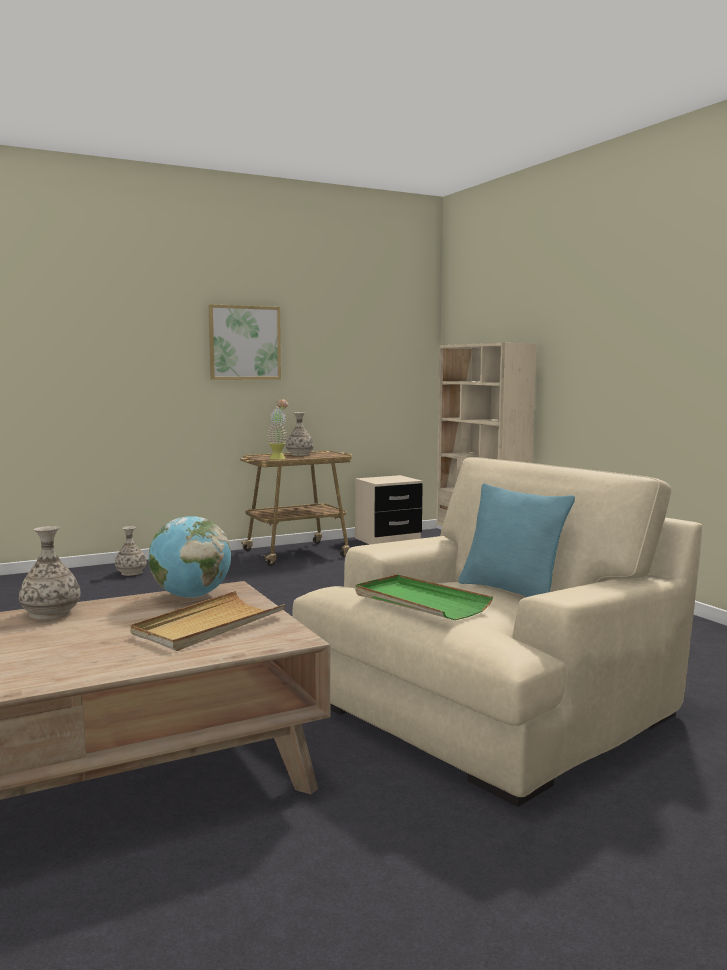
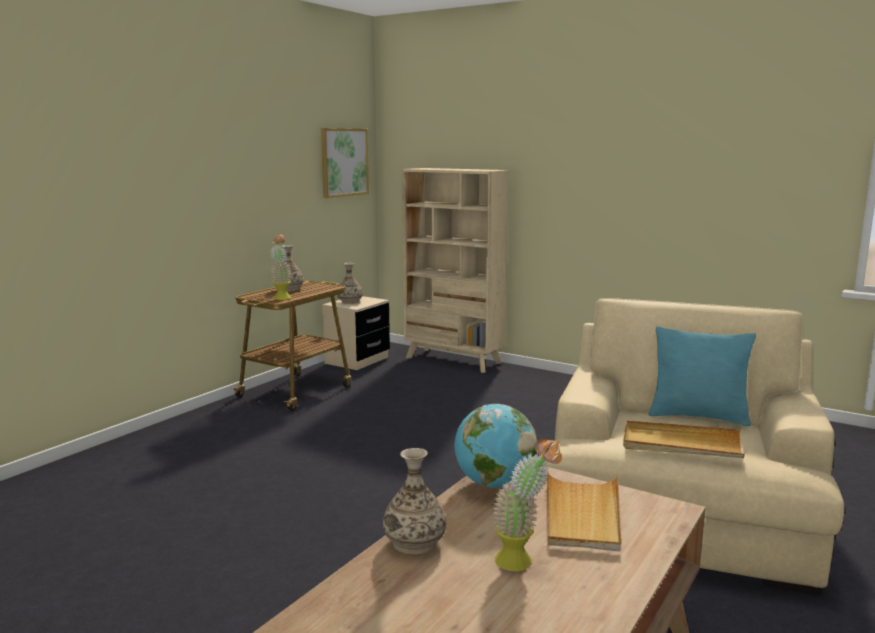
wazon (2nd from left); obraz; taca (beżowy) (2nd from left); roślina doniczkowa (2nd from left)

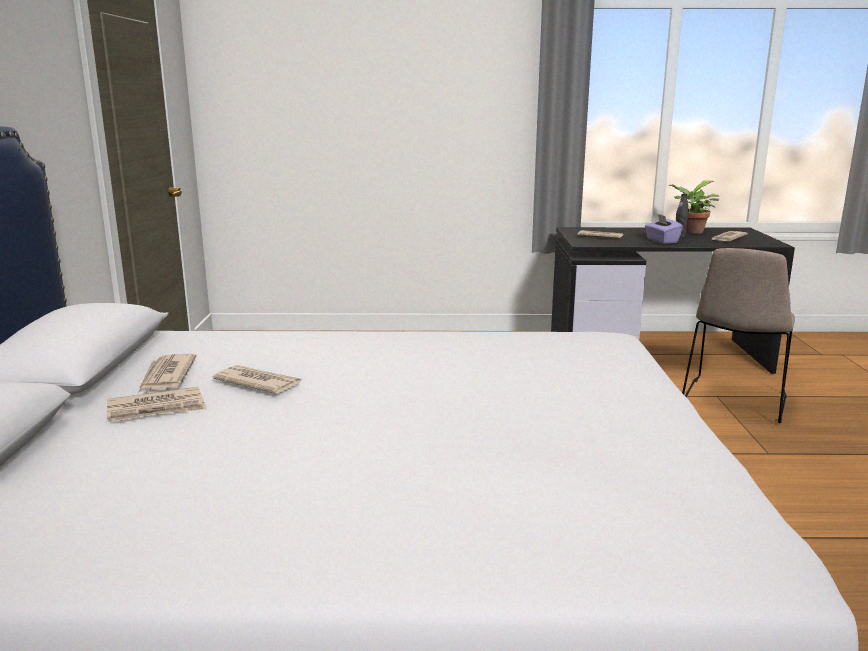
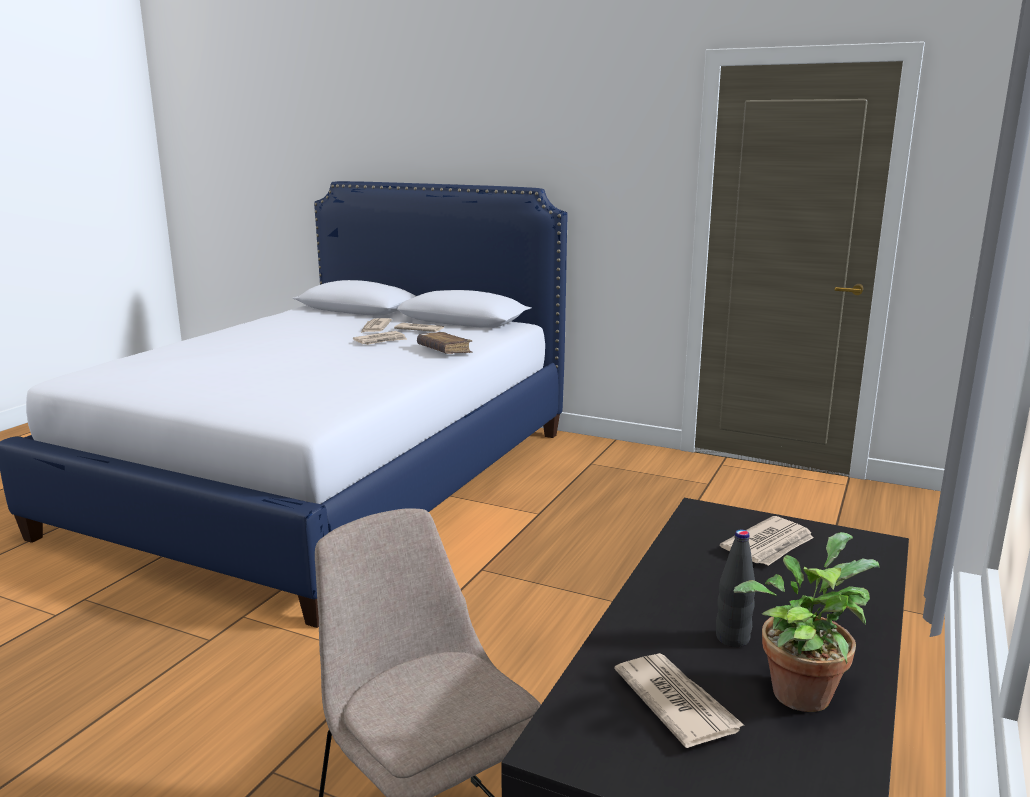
pudełko chusteczek (fioletowy); książka (brązowy)

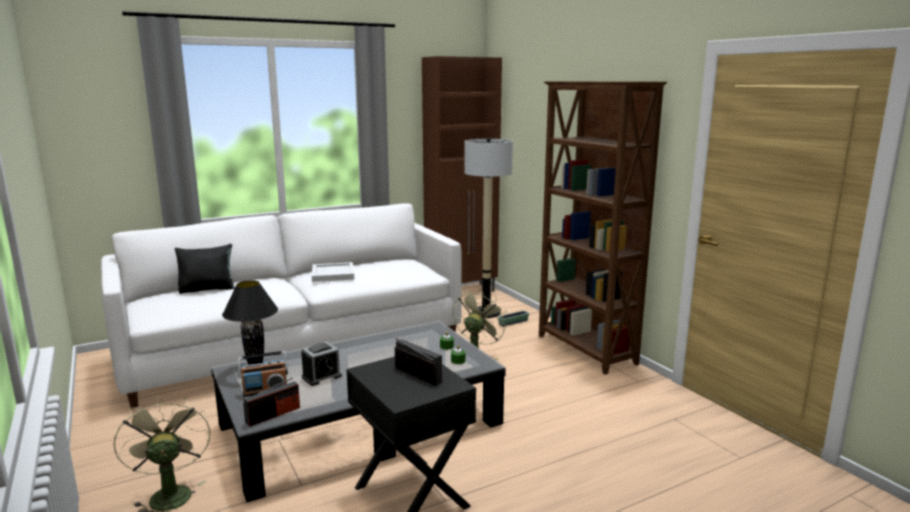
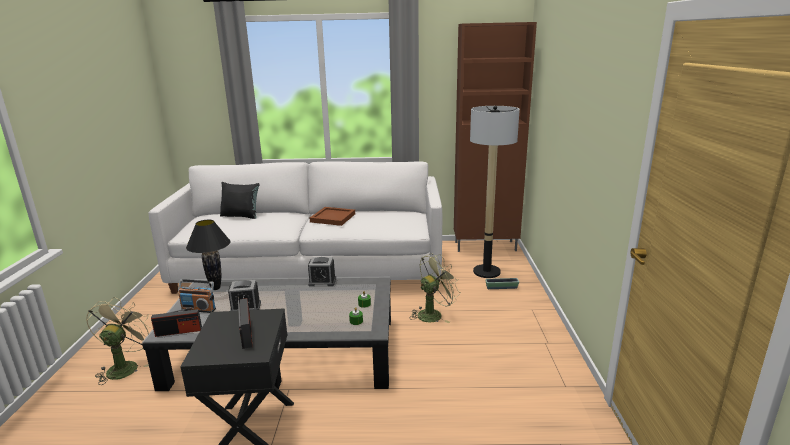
taca (brązowy); regał (brązowy); budzik (2nd from left)

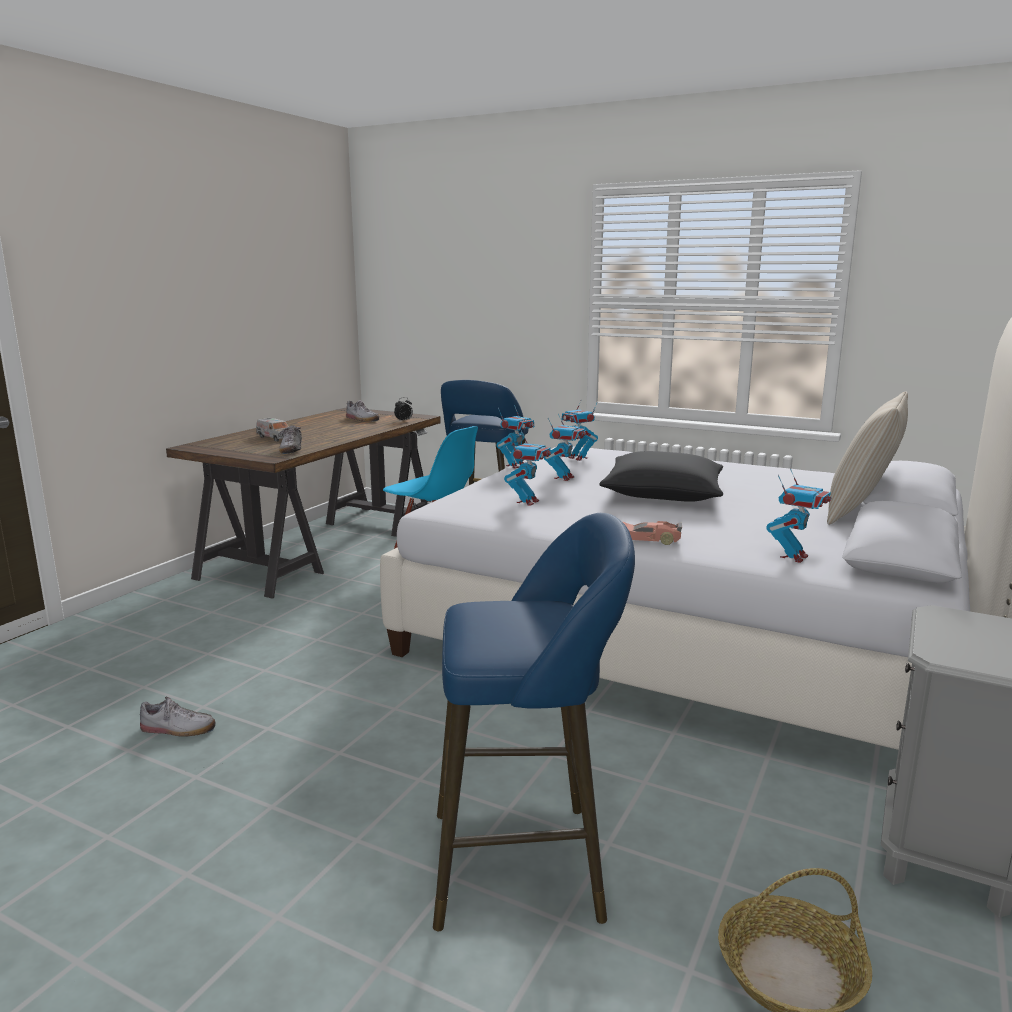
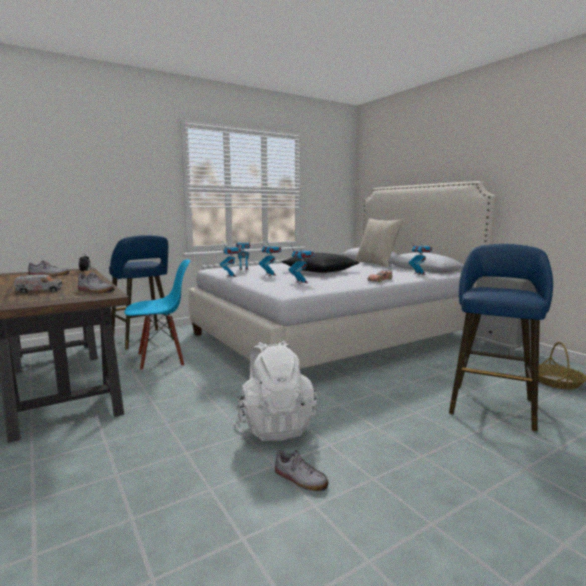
but (3rd from left); plecak (biały)

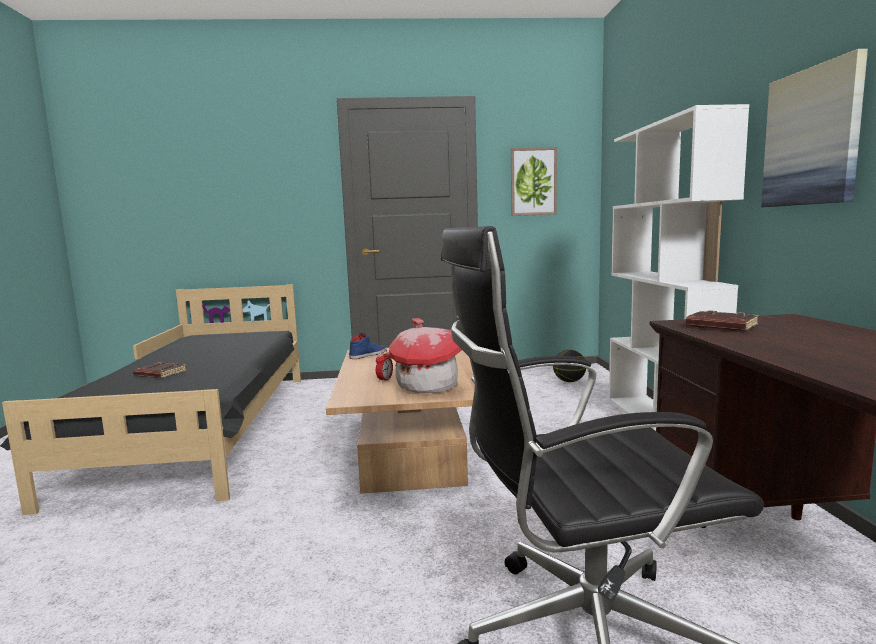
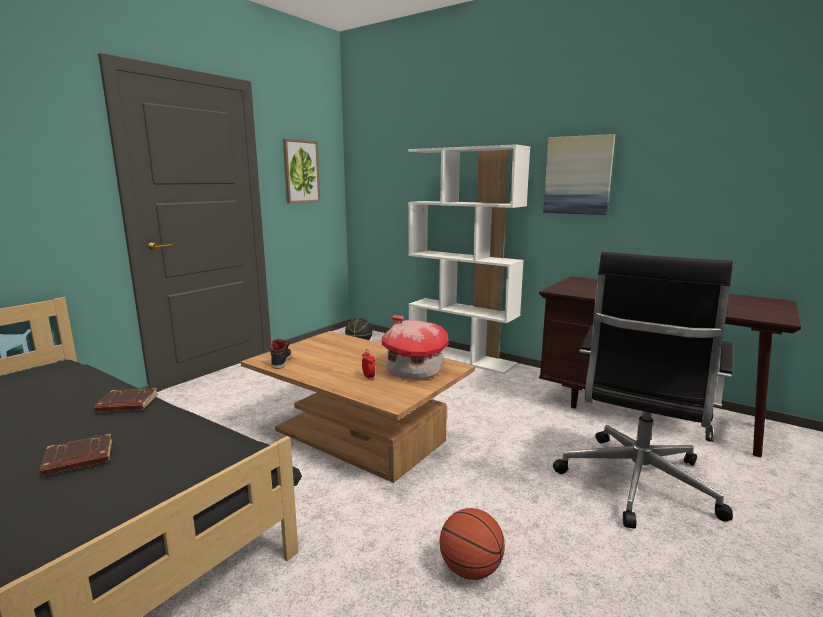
but (czarny); książka (brązowy) (2nd from left); piłka do koszykówki (2nd from left)

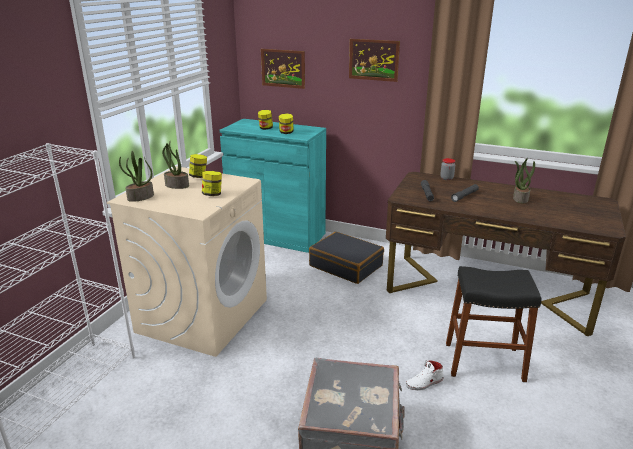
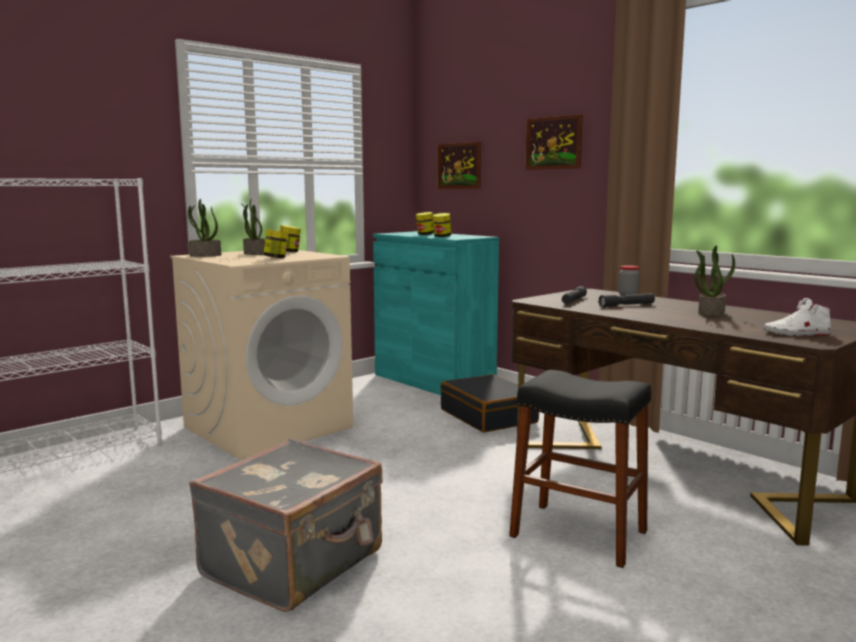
but (biały)

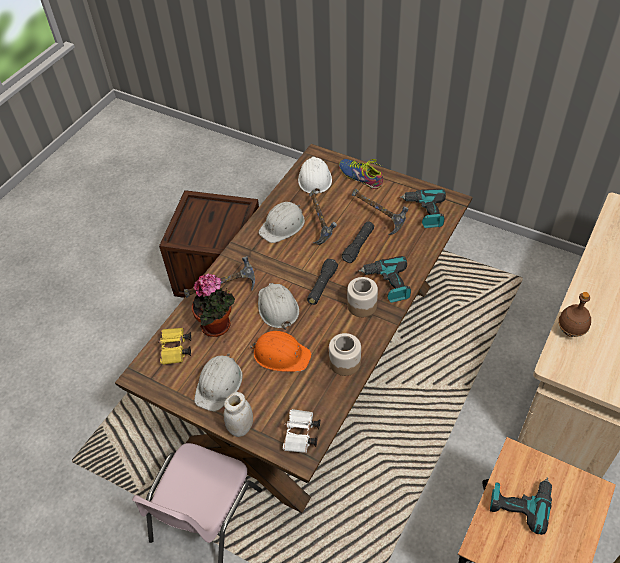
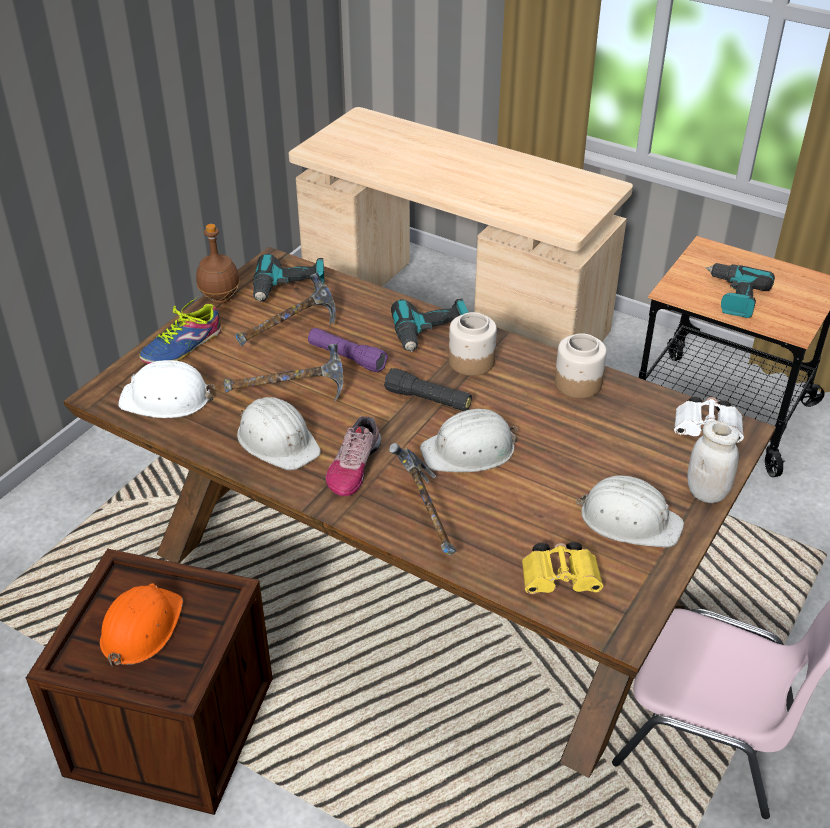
roślina doniczkowa; kask (pomarańczowy); latarka (fioletowy); butelka (brązowy); but (2nd from left)

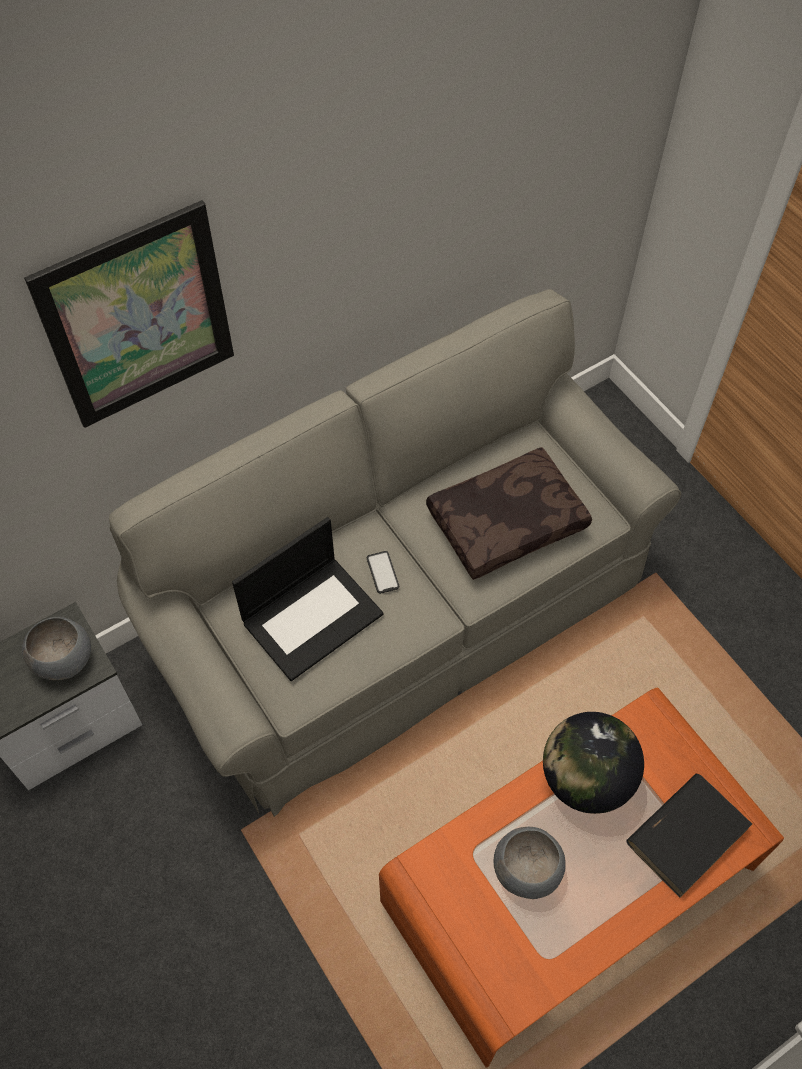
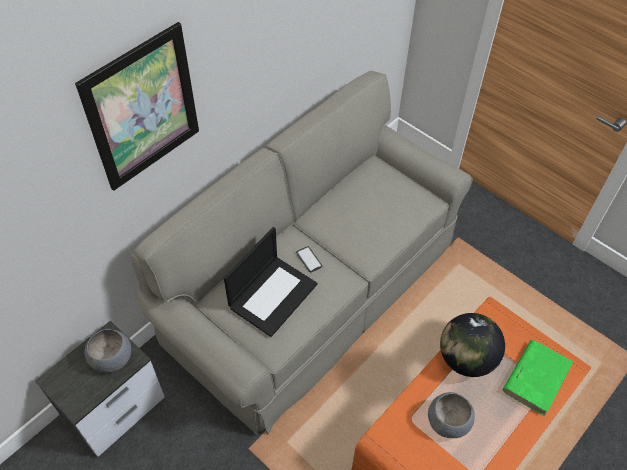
poduszka (brązowy); książka (zielony)

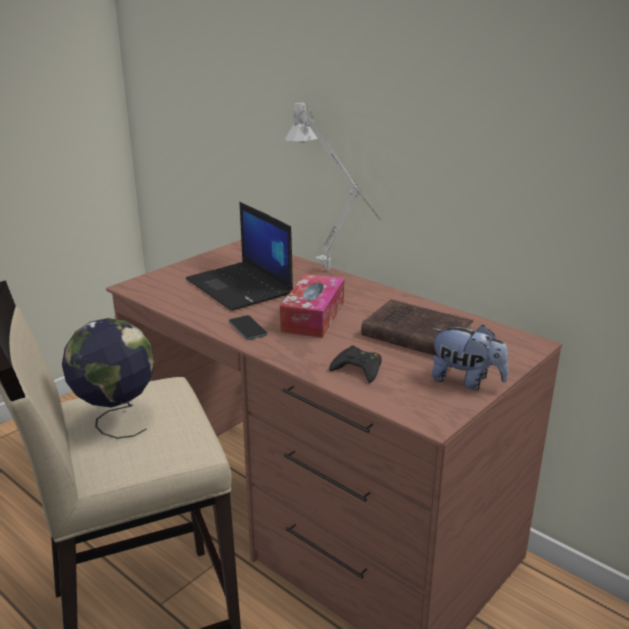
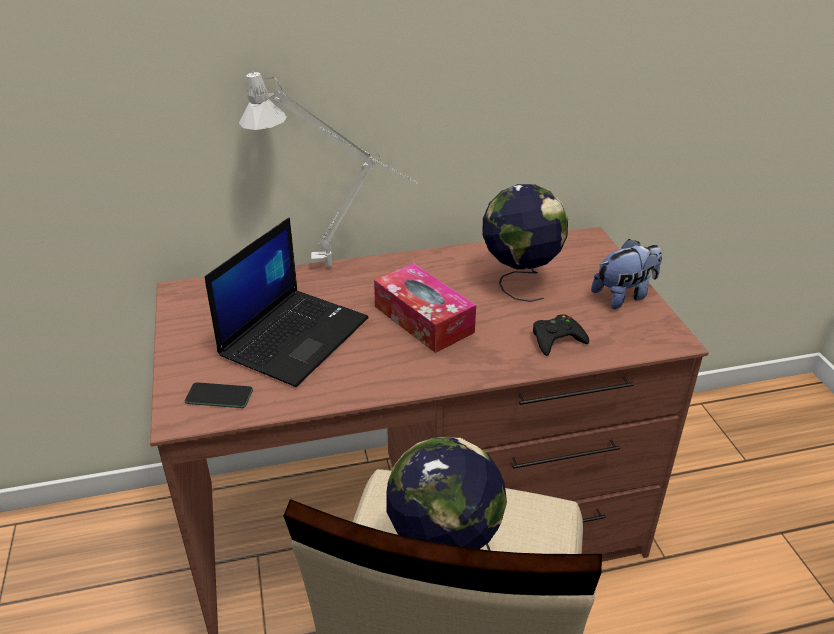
laptop; telefon; globus (2nd from left)

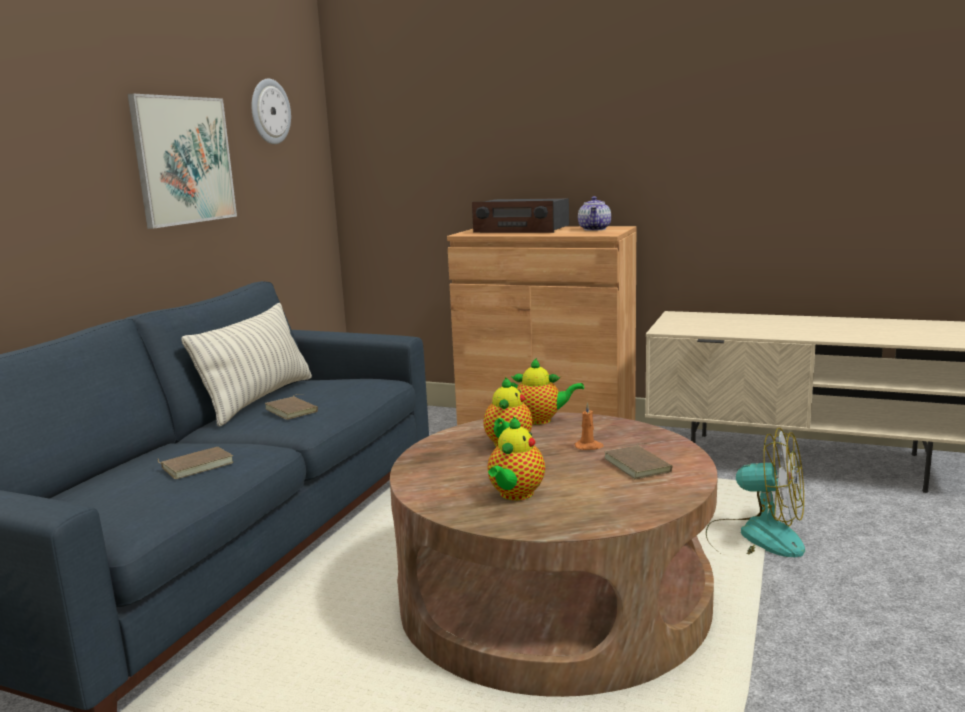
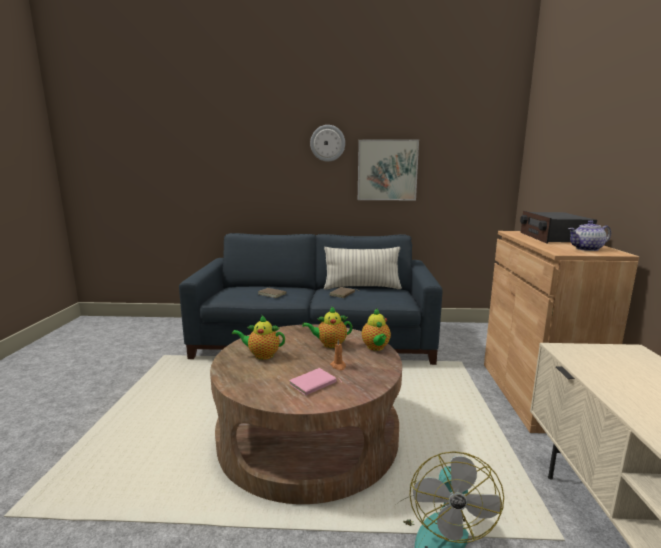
zegar ścienny; książka (różowy)

